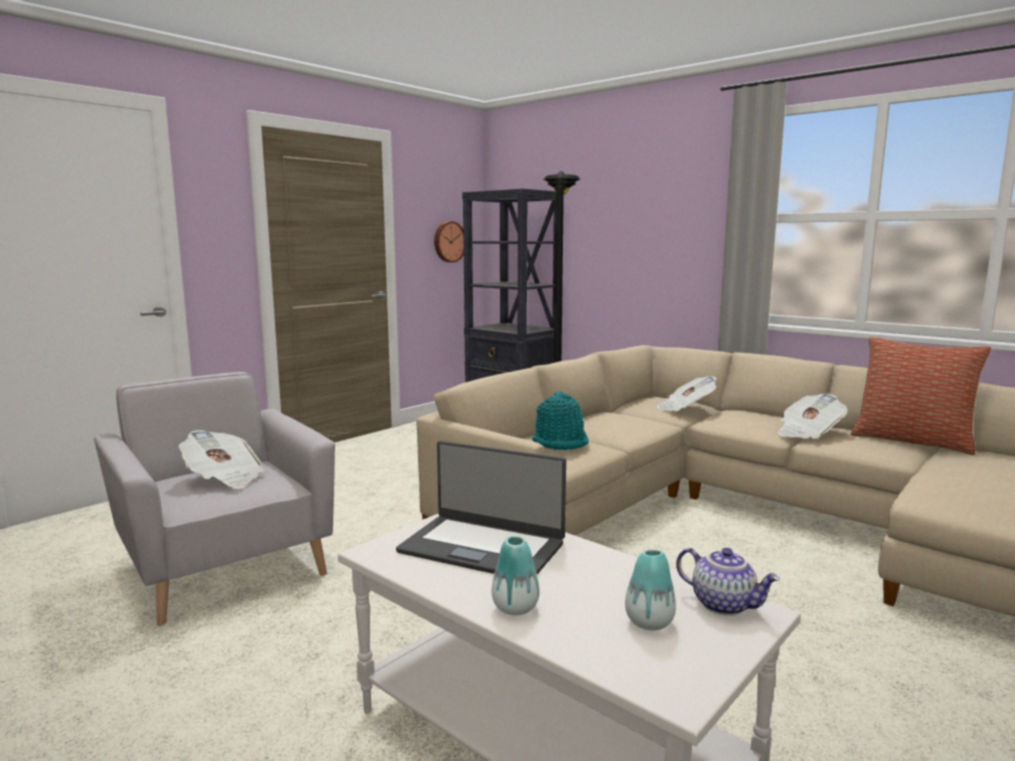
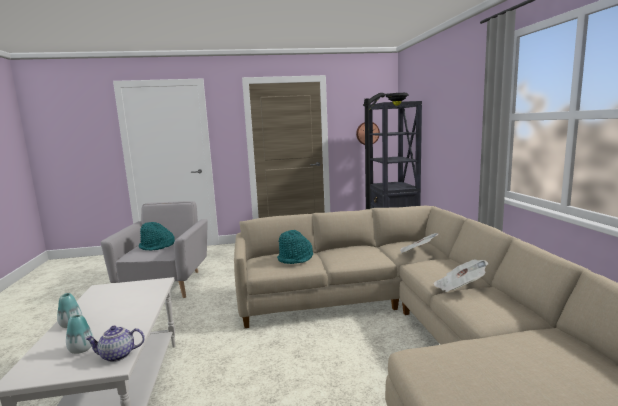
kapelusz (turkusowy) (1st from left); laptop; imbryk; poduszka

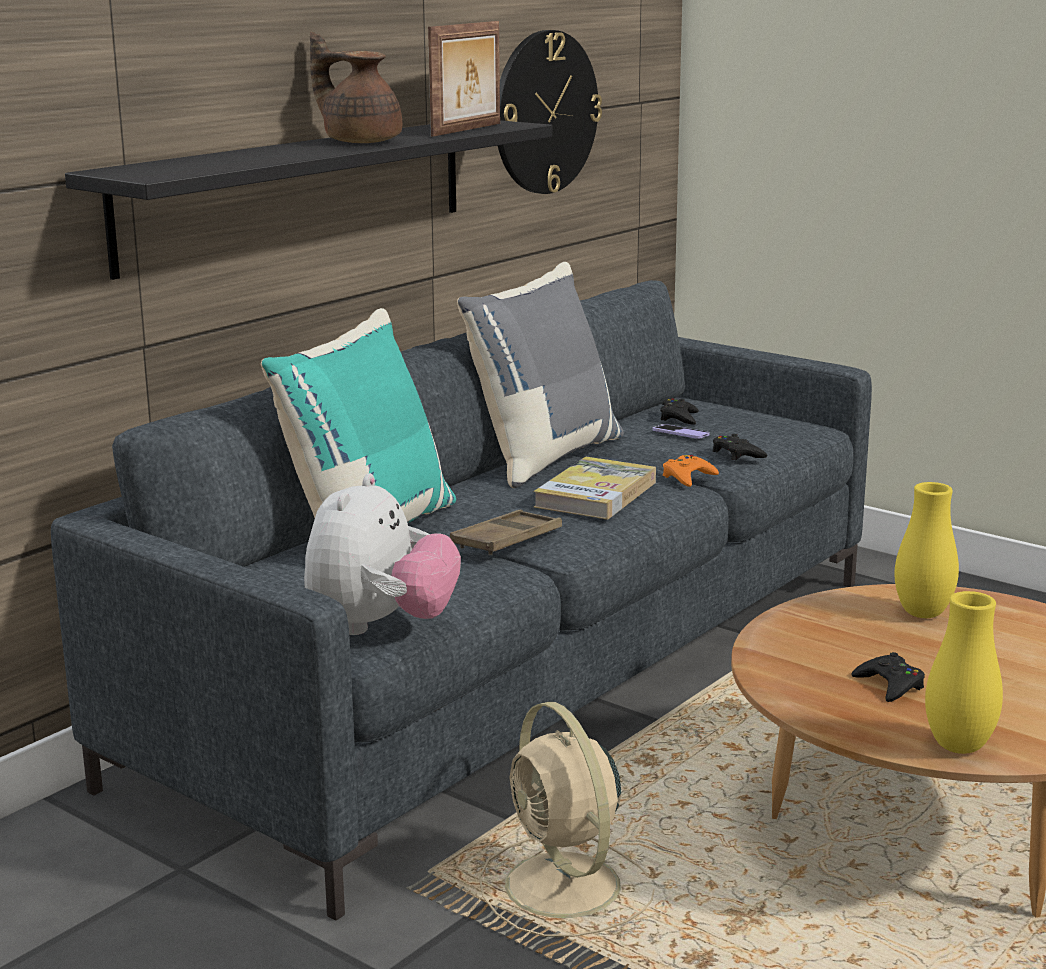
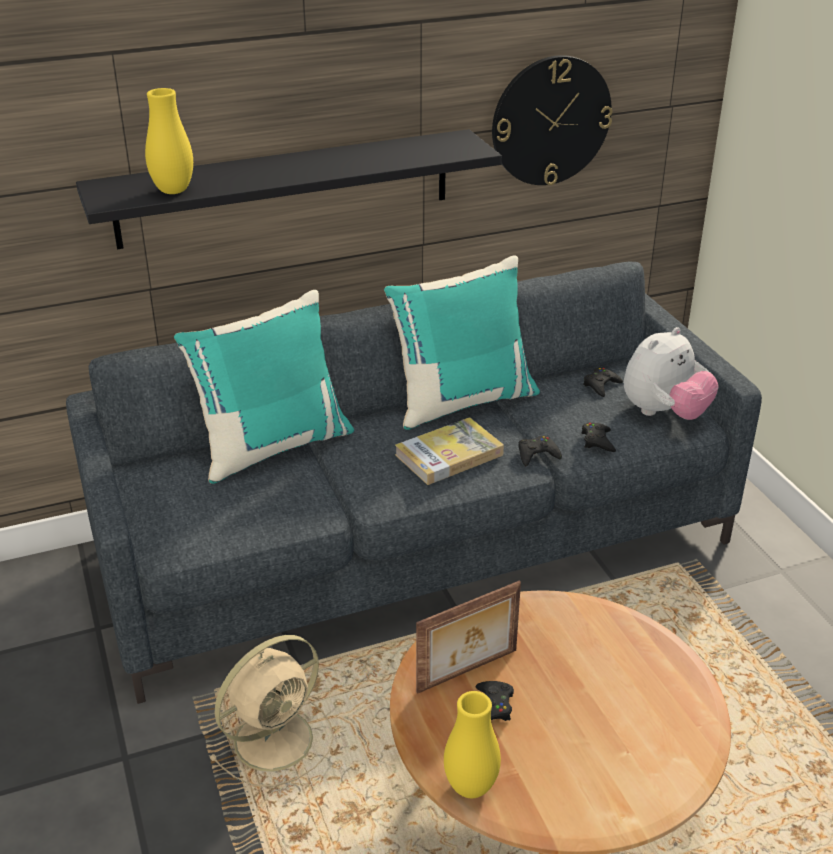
pluszak; imbryk (brązowy); ramka na zdjęcie; taca (brązowy); poduszka (turkusowy) (2nd from left); wentylator (beżowy); telefon; pad do gier (czarny) (2nd from left); wazon (żółty) (1st from left)

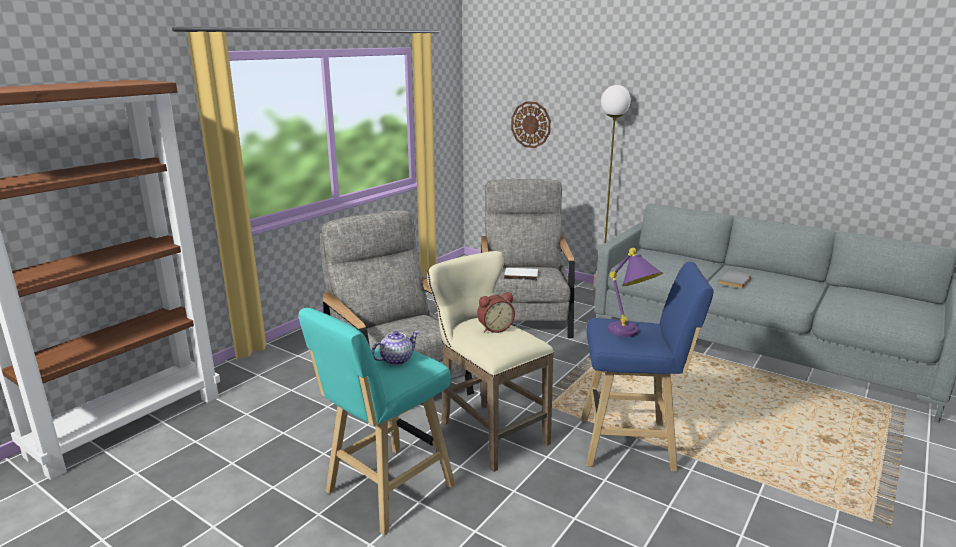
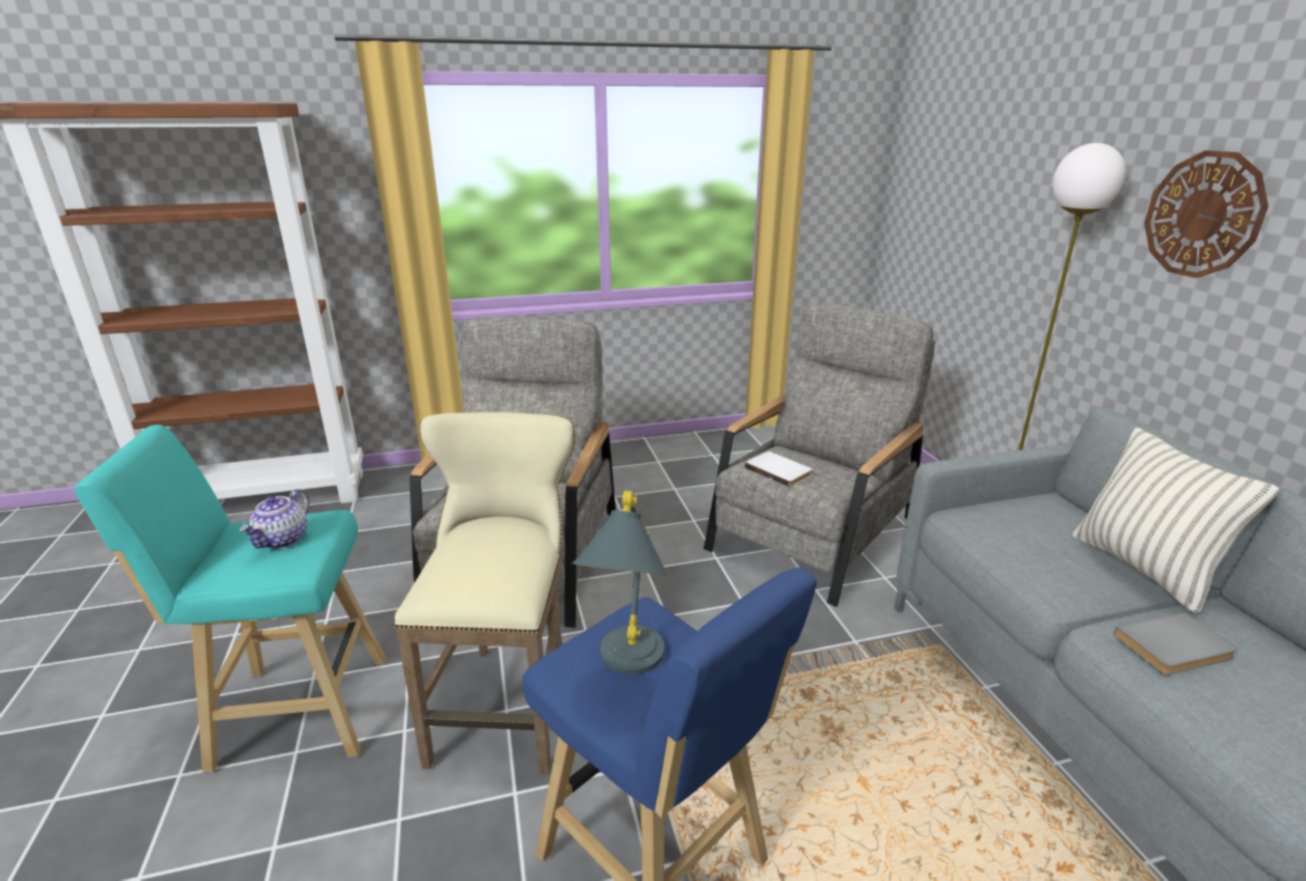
imbryk; budzik; zegar ścienny; lampa stołowa (szary); poduszka

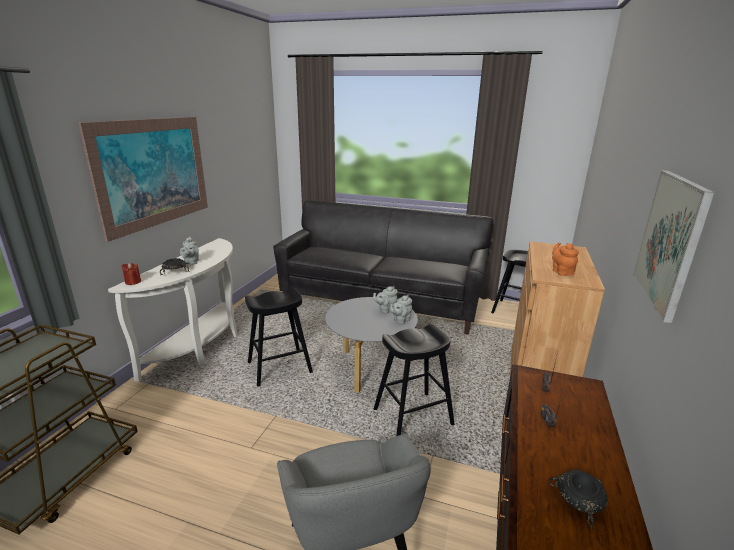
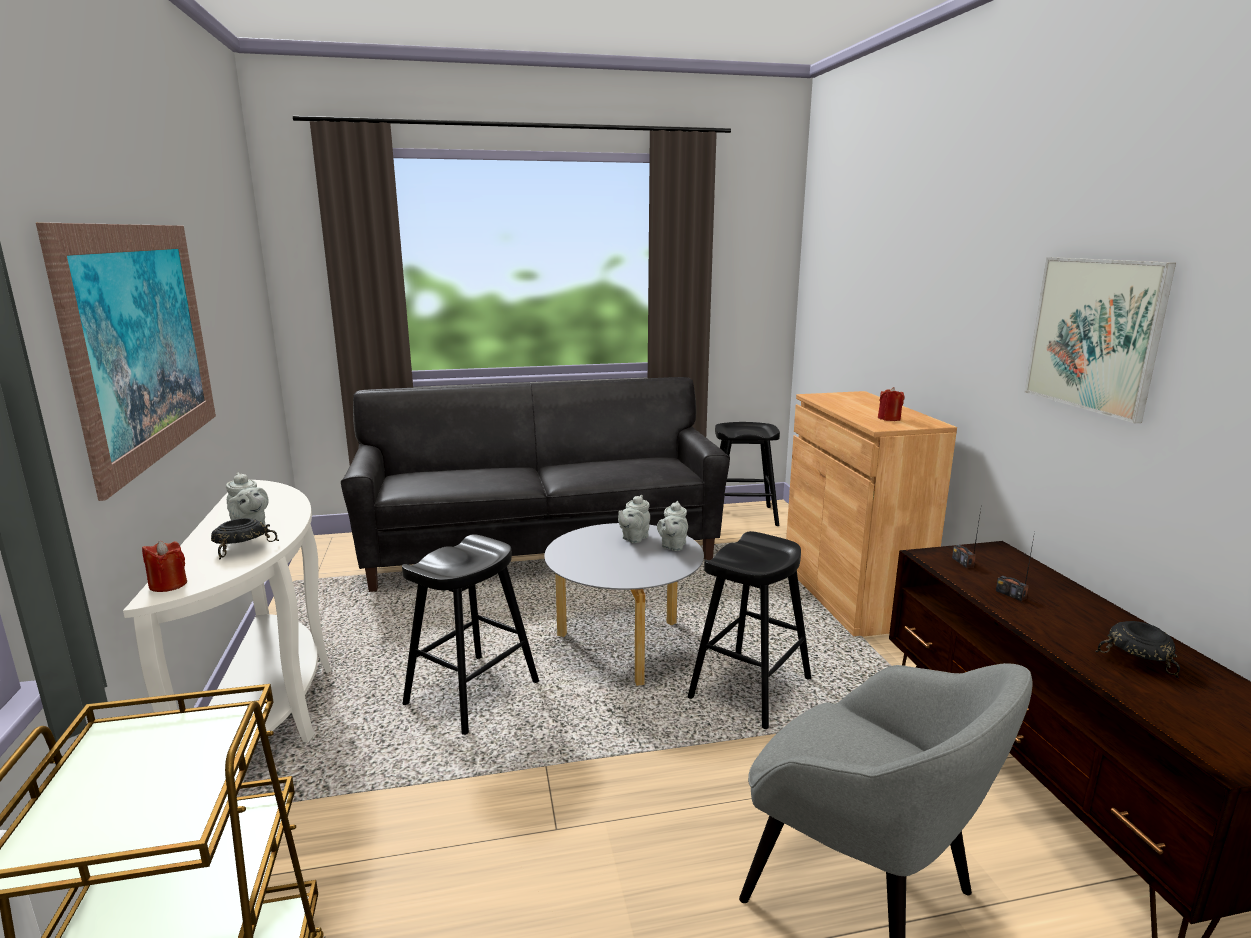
świeca (czerwony) (2nd from left)

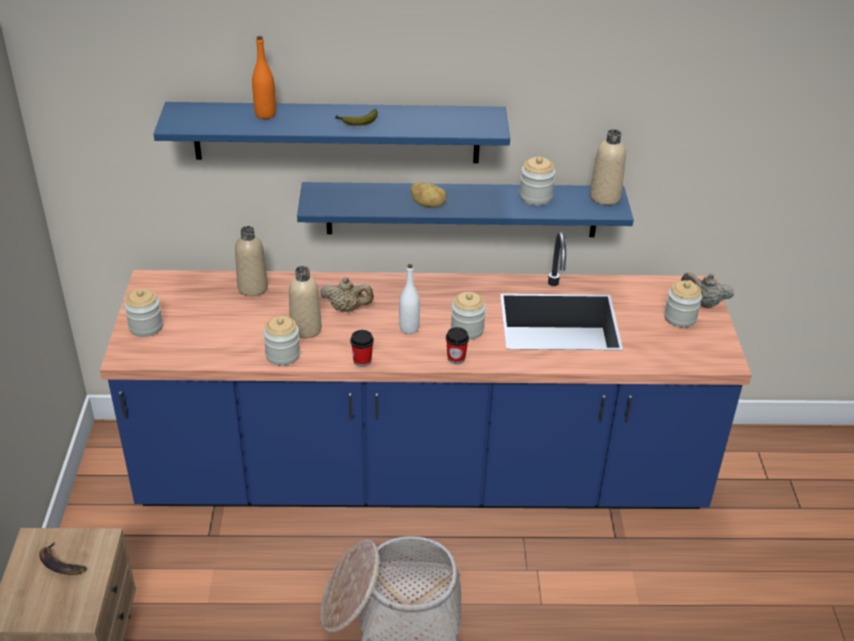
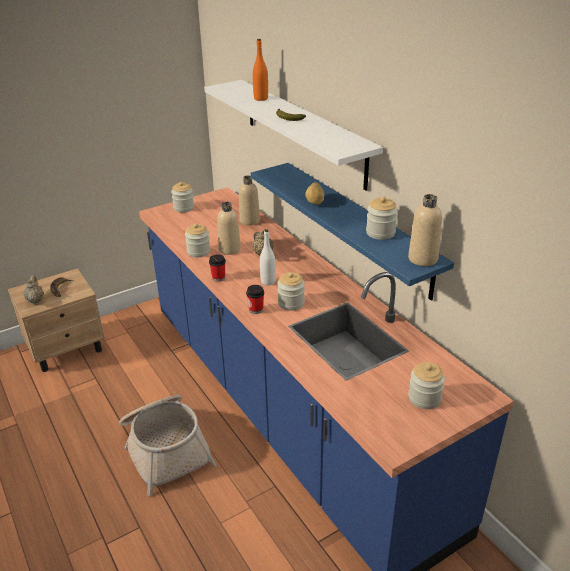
półka (biały); imbryk (beżowy) (1st from left)

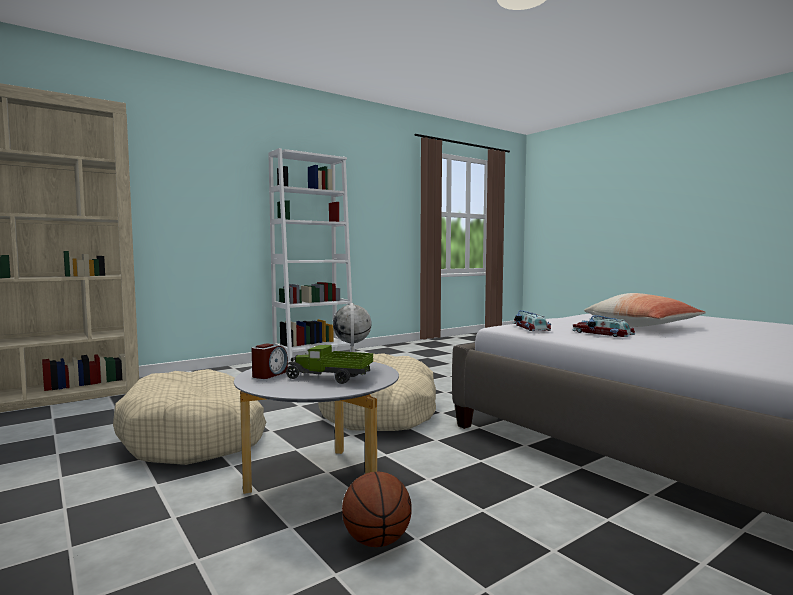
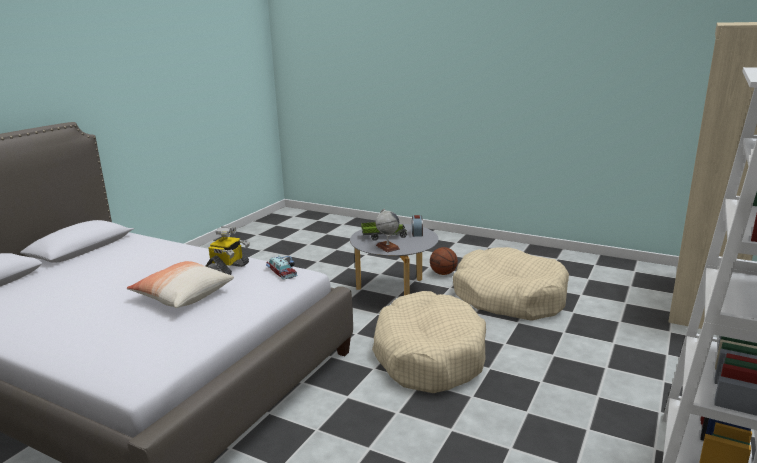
piłka do koszykówki; robot zabawkowy

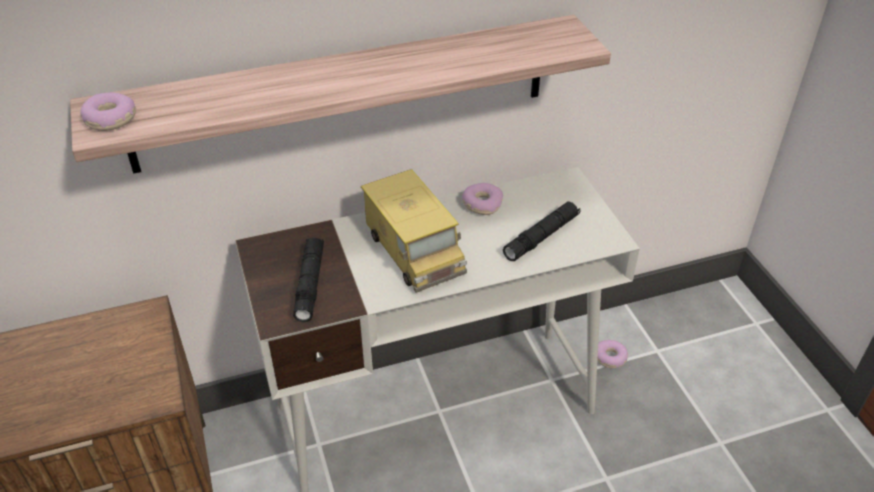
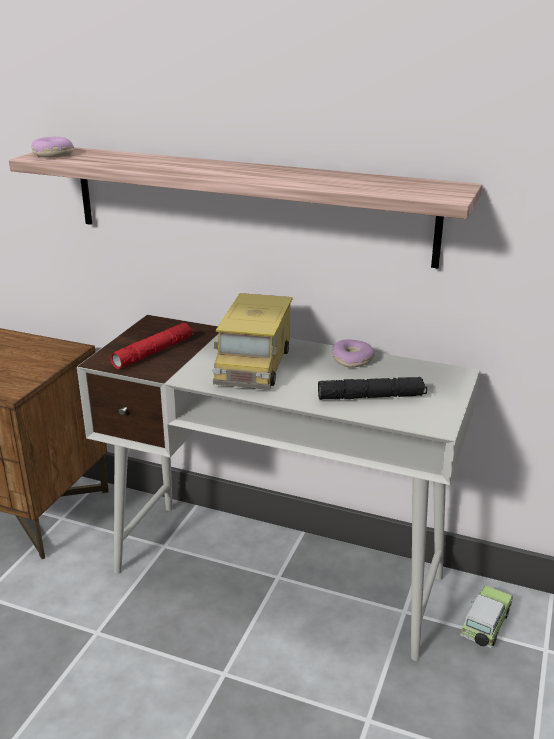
latarka (czerwony); samochodzik

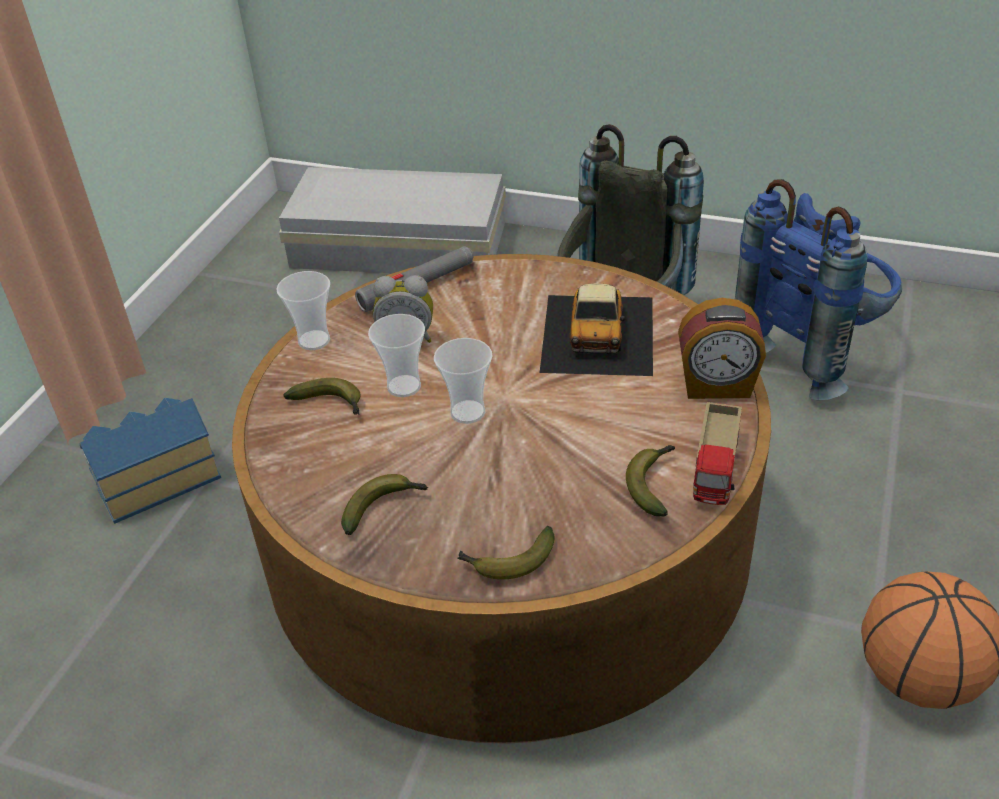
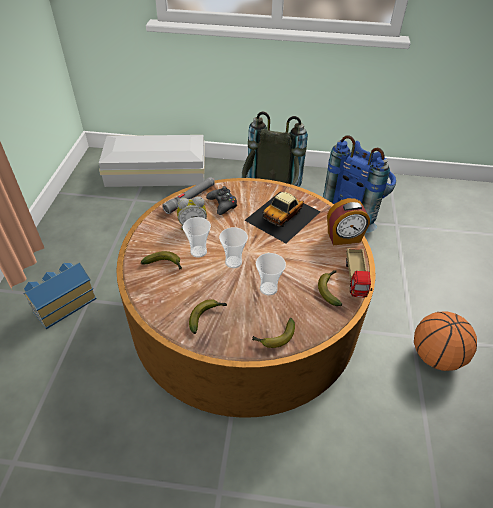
filiżanka (3rd from left); samochodzik; pad do gier (czarny)

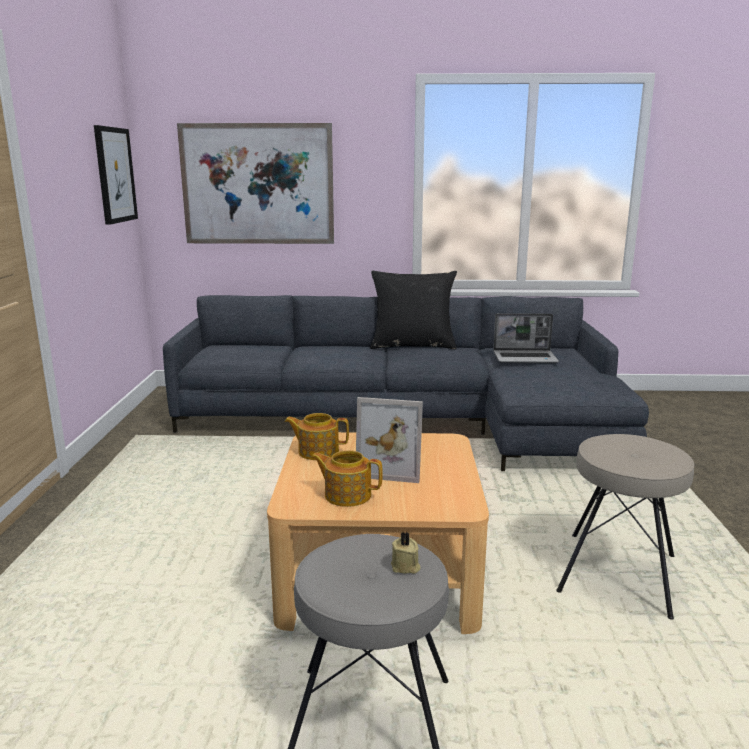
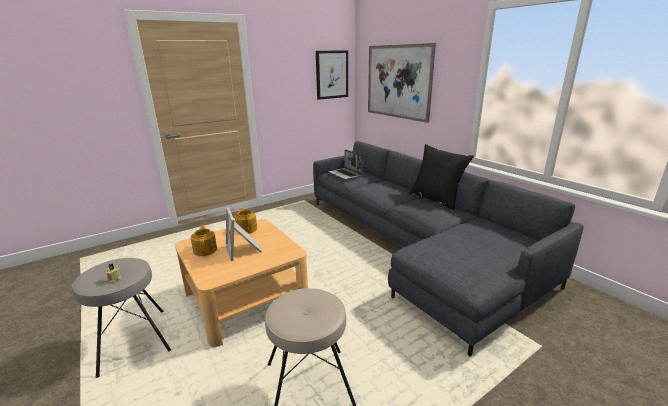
laptop

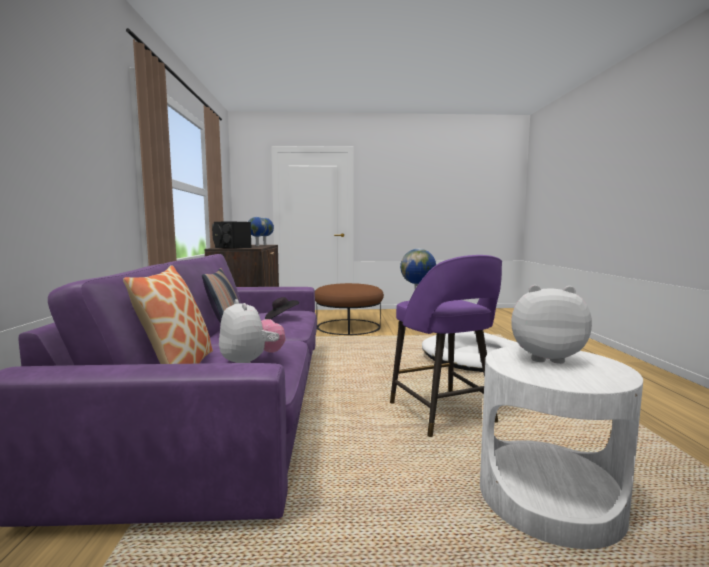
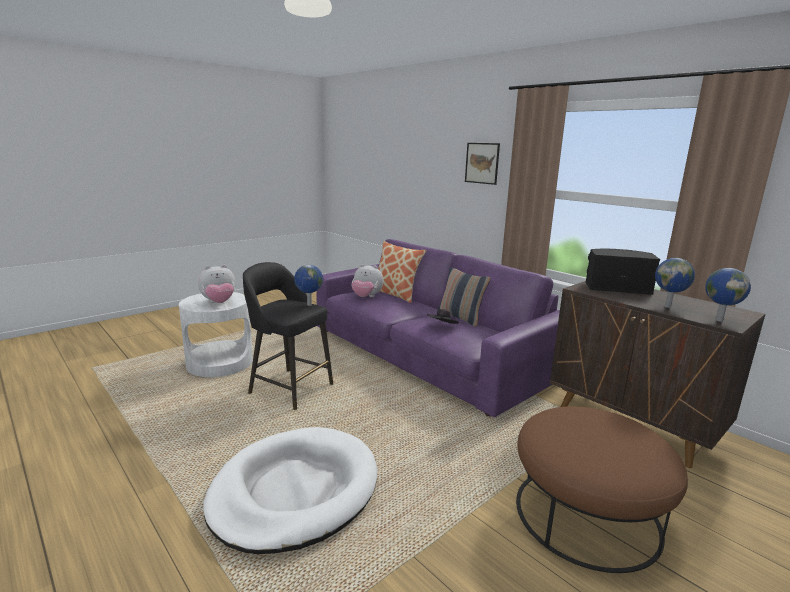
stołek (czarny); obraz

